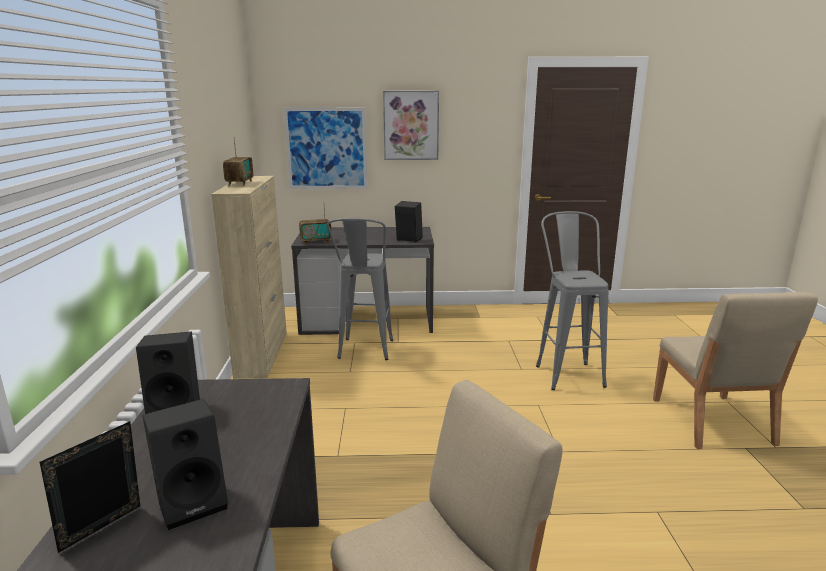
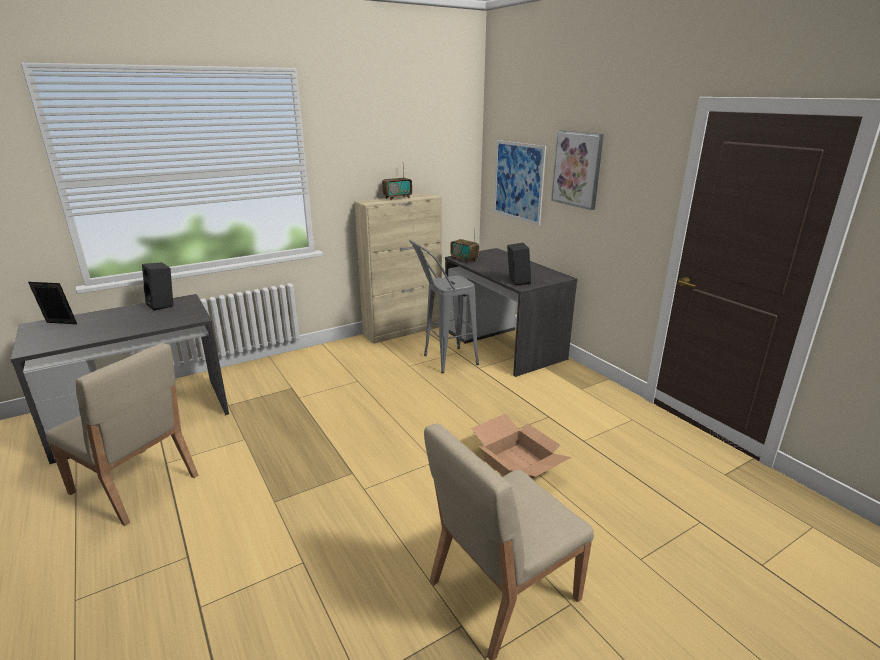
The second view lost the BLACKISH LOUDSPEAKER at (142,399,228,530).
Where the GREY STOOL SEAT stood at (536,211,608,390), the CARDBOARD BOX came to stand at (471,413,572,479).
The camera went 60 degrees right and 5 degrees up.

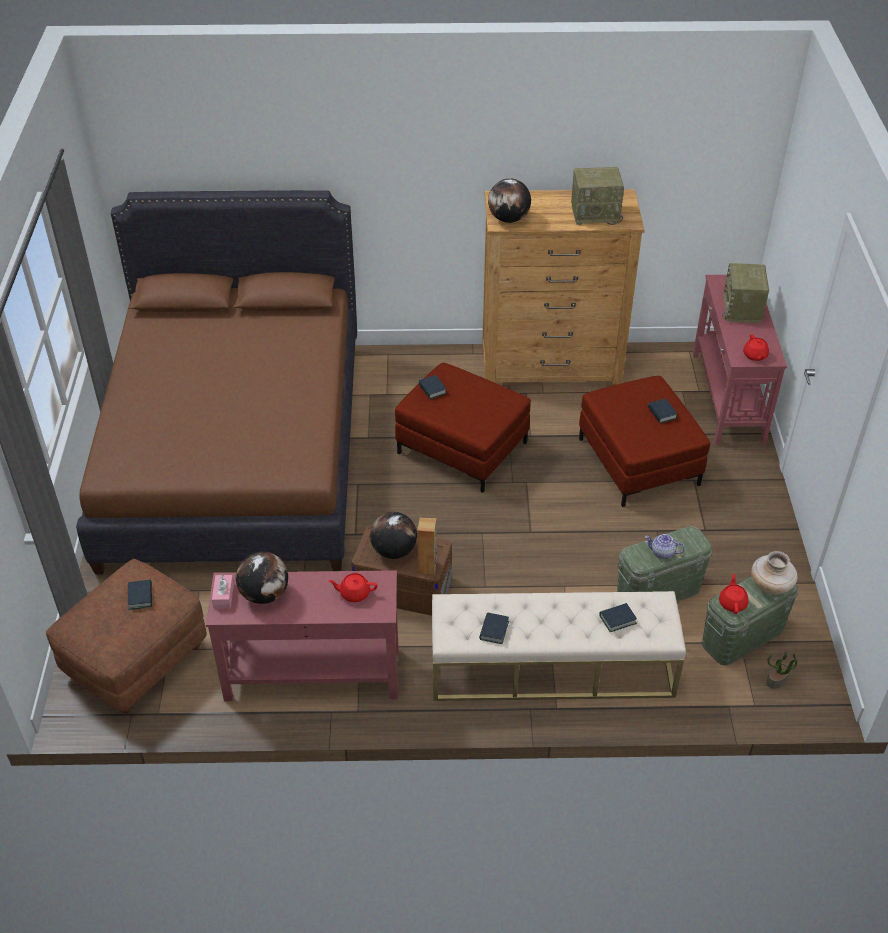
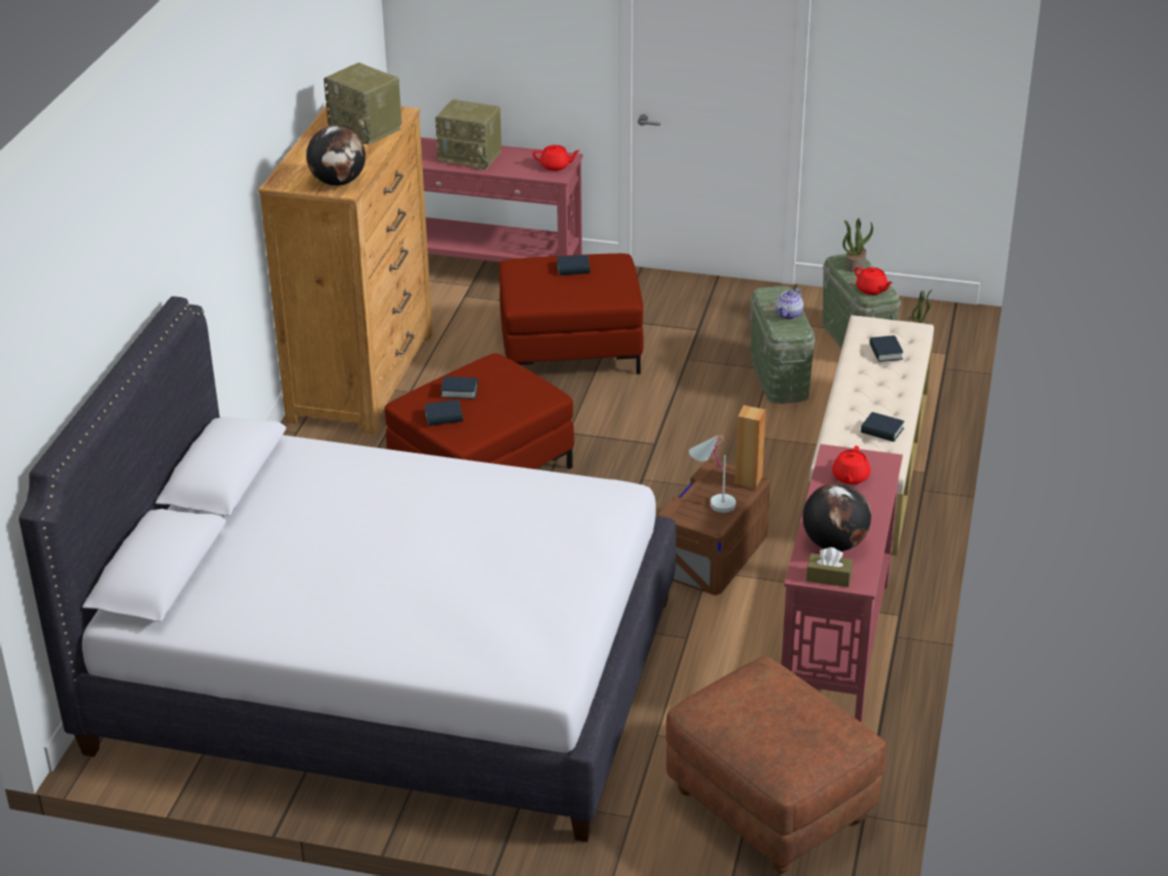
The BOUND BOOK ended up elsewhere, having gone from (128,580,152,610) to (441,377,478,399).
Where the DESK GLOBE stood at (370,512,417,559), the WHITE-COLOURED LAMP FOR A TABLE came to stand at (689,436,736,513).
Where the BEIGE VASE stood at (751,551,798,595), the HOUSEPLANT came to stand at (843,218,873,272).
What was the BROWN SLEEPING BED at (76,190,357,575) turned into the WHITE-COLOURED SLEEPING BED at (19,296,676,842).
What was the PINKISH TISSUE HOLDER at (212,575,234,609) turned into the BROWN TISSUE HOLDER at (806,547,853,587).
The RADIO at (571,167,624,225) ended up facing another way, 120 degrees clockwise from before.
The REDDISH TEA POT at (719,573,749,614) ended up facing another way, 150 degrees counterclockwise from before.
The camera went 75 degrees left and 10 degrees down.

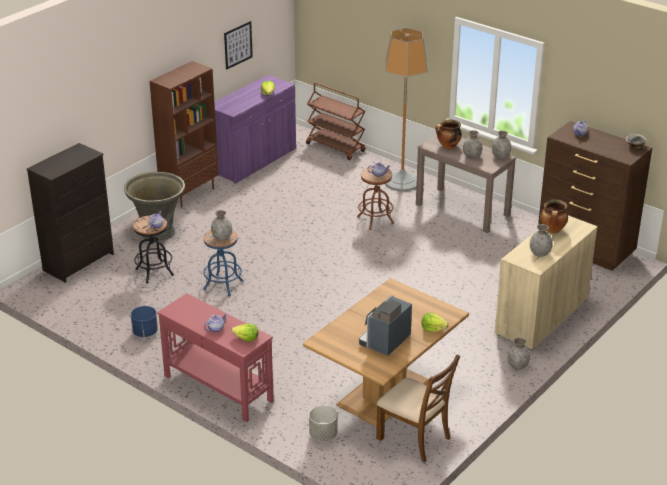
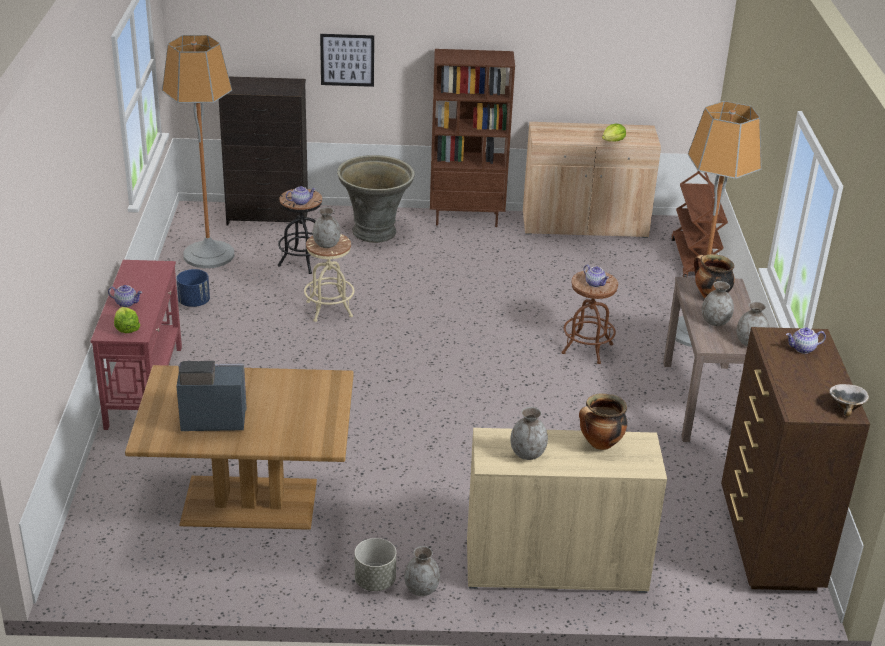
The second view lost the BROWN PLAIN CHAIR at (376,354,460,462).
The second view lost the HEAD OF LETTUCE at (421,313,449,332).
The second view gained the FLOOR LAMP at (162,35,235,268).
The WALL PICTURE ended up elsewhere, having gone from (224,21,253,70) to (320,34,374,87).
The GREY PLANT POT ended up elsewhere, having gone from (309,405,337,441) to (355,538,396,591).
What was the BLUE-COLOURED STOOL SEAT at (203,230,243,296) turned into the BEIGE STOOL SEAT at (304,234,354,322).
What was the PURPLE CABINET at (214,75,296,184) turned into the BEIGE CABINET at (523,122,661,238).
The camera went 50 degrees right and 0 degrees up.

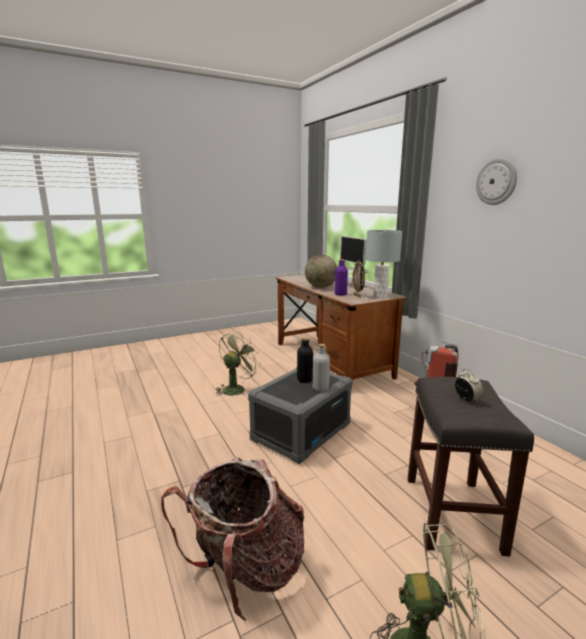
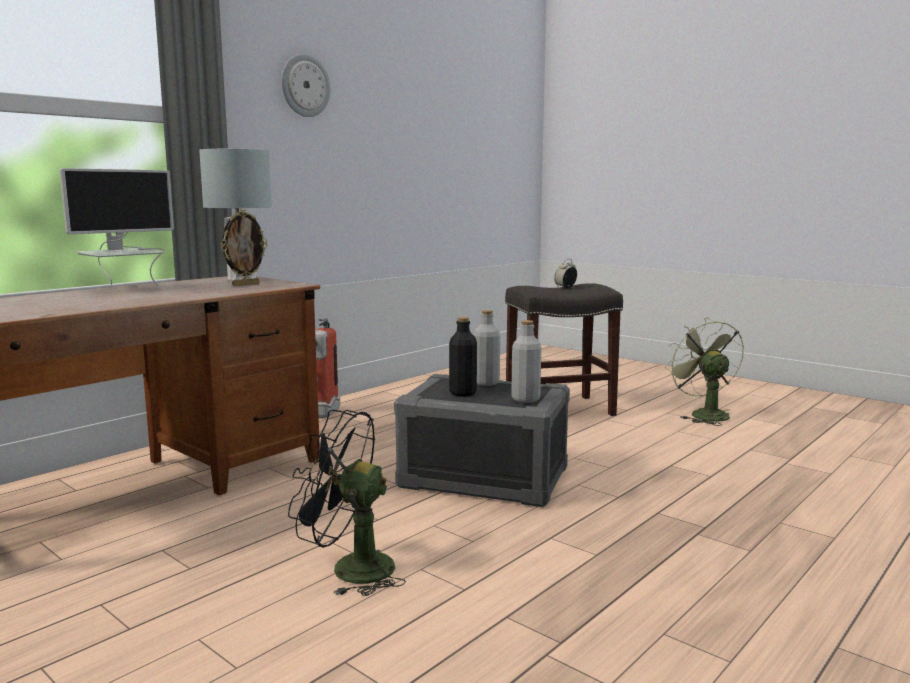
The second view lost the RUCKSACK at (161,457,304,622).
The second view lost the DESK GLOBE at (305,255,337,288).
The second view lost the PURPLE BEVERAGE BOTTLE at (335,259,348,296).
The second view gained the GREY BEVERAGE BOTTLE at (511,320,541,403).
What was the GREEN-COLOURED FAN at (216,331,260,396) turned into the BLACKISH FAN at (288,410,406,596).
The camera went 110 degrees left and 5 degrees down.

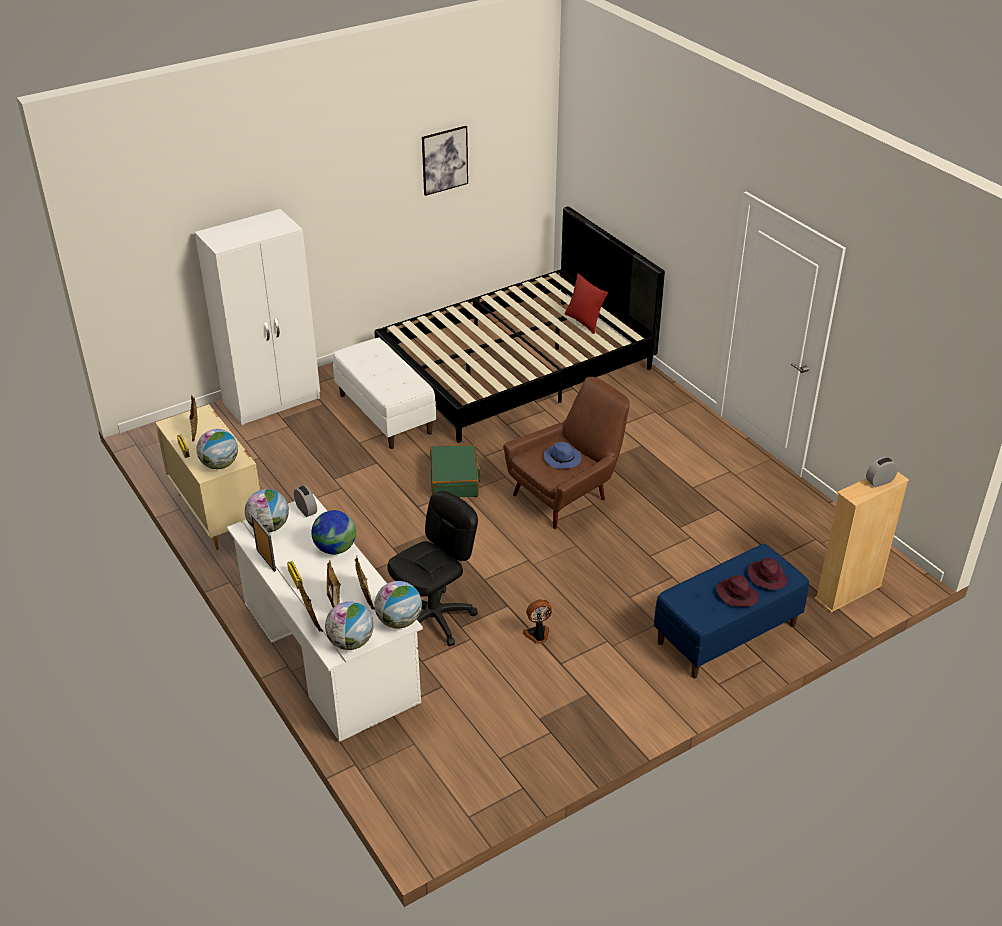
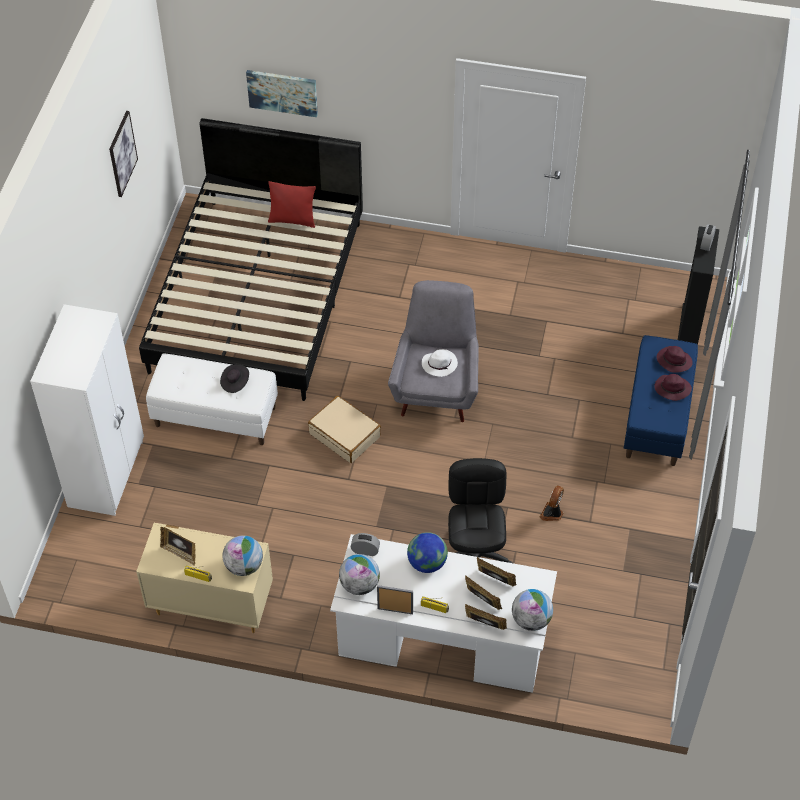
The second view lost the DESK GLOBE at (374,581,422,628).
The second view gained the BLACKISH WEARABLE HAT at (220,364,249,393).
The second view gained the WALL PICTURE at (246,70,318,117).
What was the GREEN-COLOURED SUITCASE at (430,445,481,497) turned into the BEIGE SUITCASE at (308,396,381,463).
What was the BROWN ARMCHAIR at (503,377,630,529) turned into the GREY ARMCHAIR at (388,280,479,422).
What was the BLUE-COLOURED WEARABLE HAT at (544,442,582,469) turned into the WHITE-COLOURED WEARABLE HAT at (422,349,458,377).
What was the BEIGE BOOKCASE at (814,472,909,612) turned into the BLACKISH BOOKCASE at (678,226,719,345).
The camera went 45 degrees left and 15 degrees up.

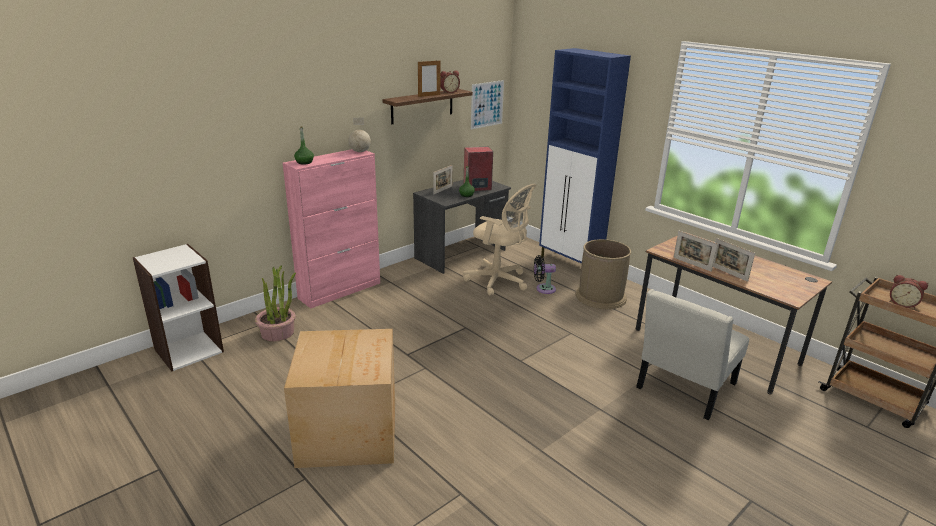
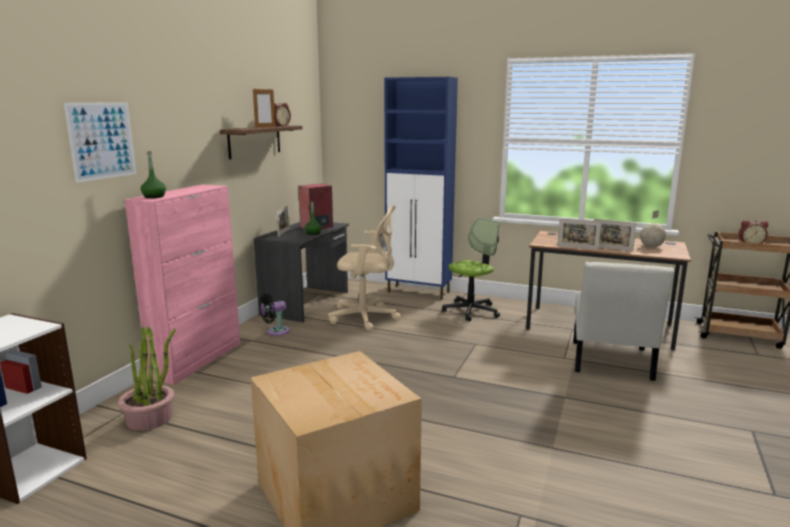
The DESK GLOBE ended up elsewhere, having gone from (348,118,371,152) to (640,210,666,247).
The WALL PICTURE ended up elsewhere, having gone from (471,80,504,129) to (64,103,136,183).
The BLACKISH FAN ended up elsewhere, having gone from (534,255,556,294) to (260,294,290,336).
Where the BROWN RUBBISH BIN stood at (575,239,631,309), the COMPUTER CHAIR came to stand at (442,218,500,321).
The camera went 25 degrees left and 10 degrees down.

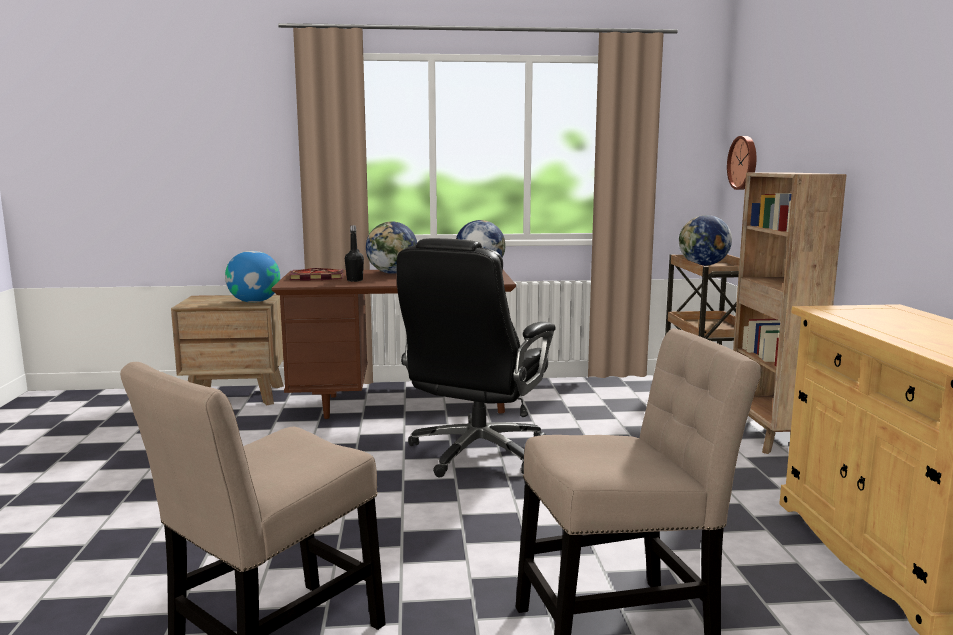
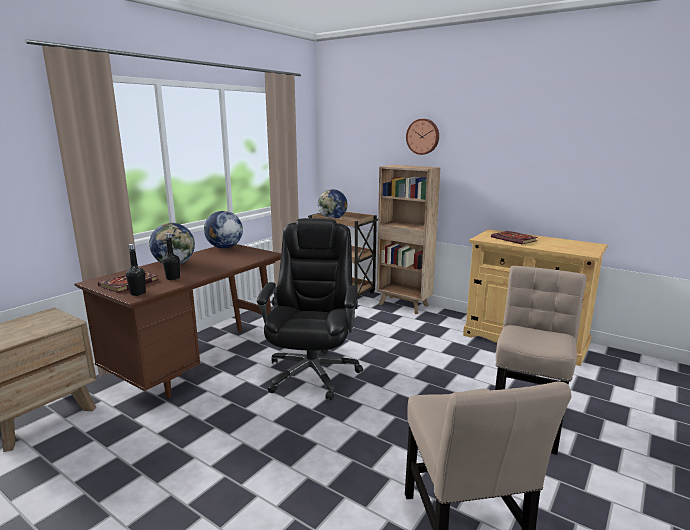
The second view lost the DESK GLOBE at (225,251,280,303).
The second view gained the BLACKISH BEVERAGE BOTTLE at (126,244,146,296).
The second view gained the BOUND BOOK at (491,231,538,244).
The HANGING CLOCK ended up elsewhere, having gone from (727,136,756,190) to (406,119,439,155).
The BLACKISH COMPUTER CHAIR at (397,238,556,477) ended up facing another way, 150 degrees counterclockwise from before.
The camera went 50 degrees left and 5 degrees up.

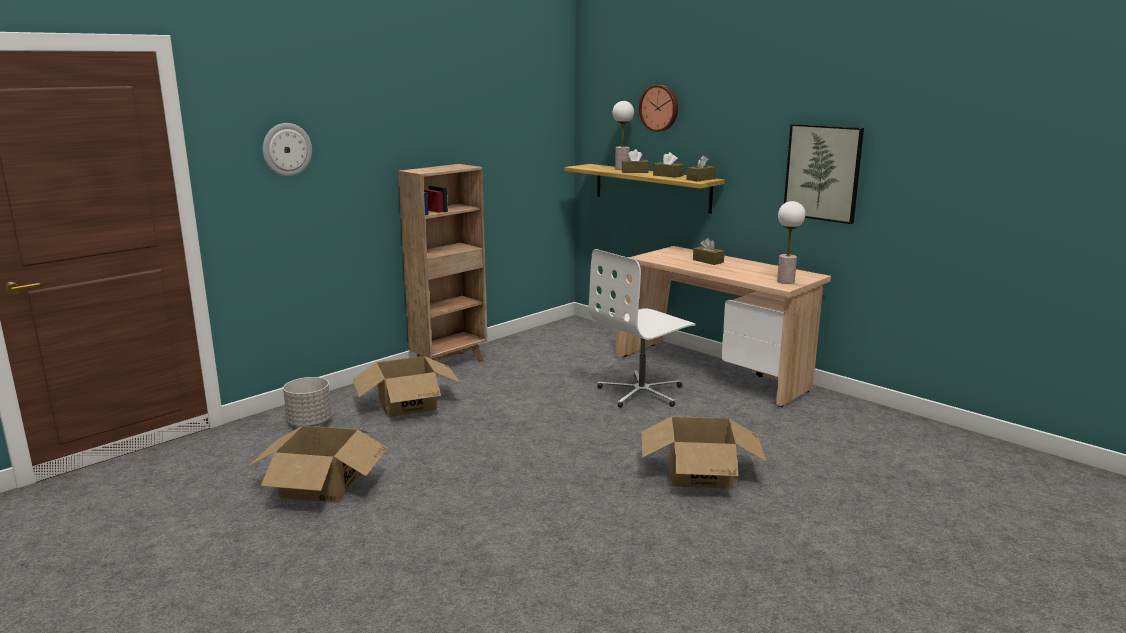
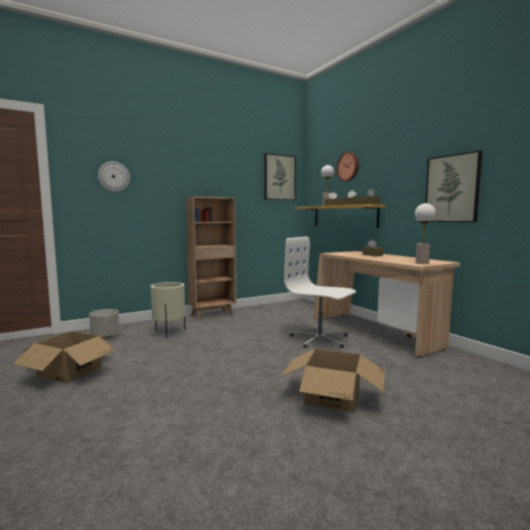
The second view gained the WALL PICTURE at (264,153,296,200).
Where the CARDBOARD BOX stood at (352,356,460,417), the BEIGE PLANT POT came to stand at (151,282,185,338).
The WHITE-COLOURED COMPUTER CHAIR at (589,249,695,408) ended up facing another way, 60 degrees clockwise from before.
The camera went 15 degrees right and 10 degrees down.

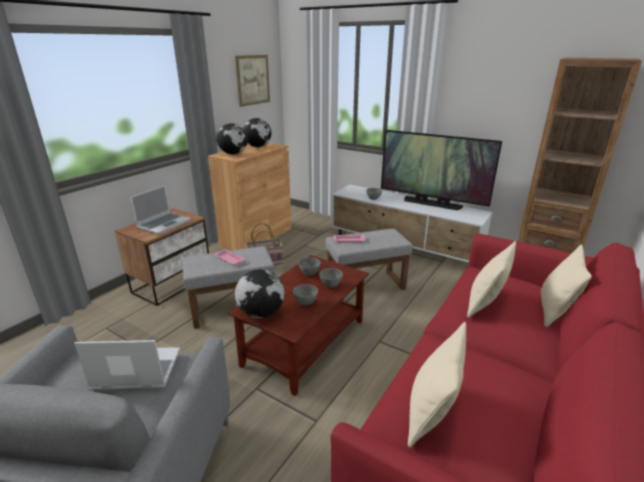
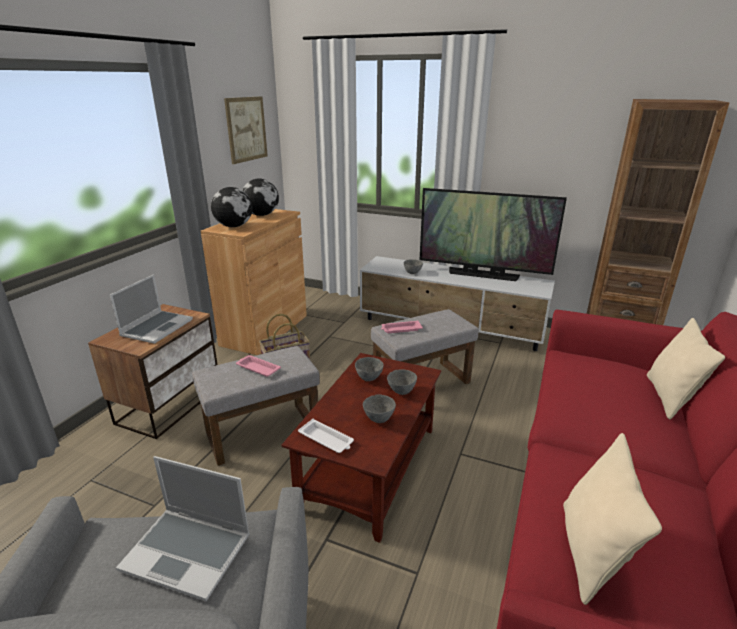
The second view lost the BEIGE CUSHION at (467,241,516,318).
Where the DESK GLOBE stood at (235,269,284,318), the WHITE-COLOURED TRAY came to stand at (298,419,354,453).
The LAPTOP at (74,340,180,390) ended up facing another way, 150 degrees counterclockwise from before.
The camera went 10 degrees left and 0 degrees up.

